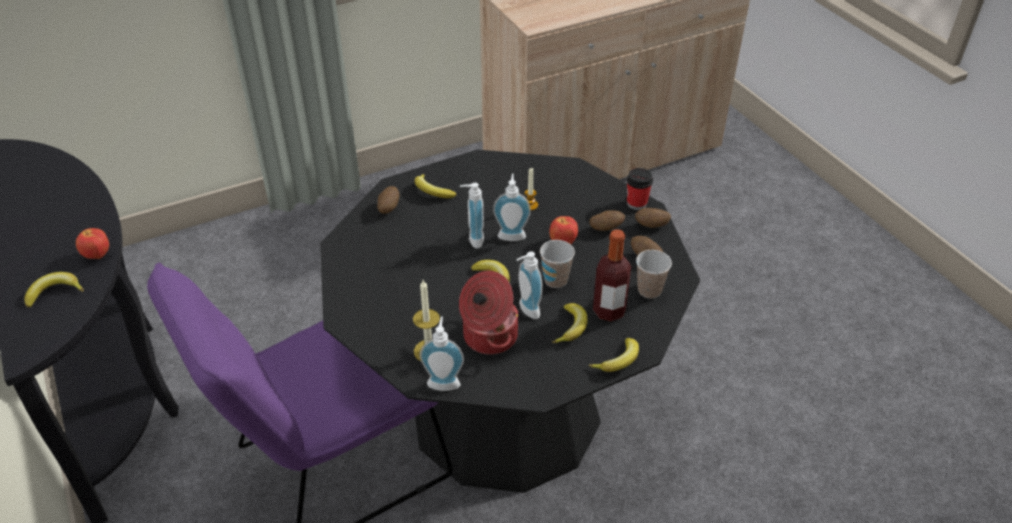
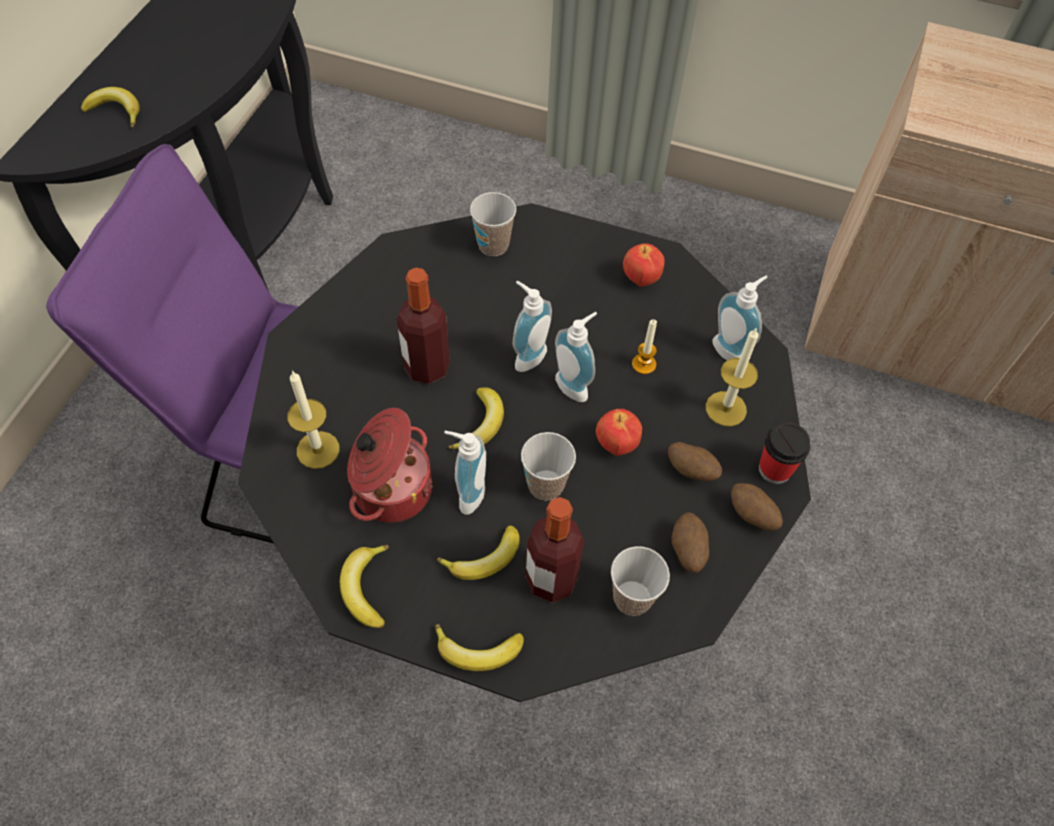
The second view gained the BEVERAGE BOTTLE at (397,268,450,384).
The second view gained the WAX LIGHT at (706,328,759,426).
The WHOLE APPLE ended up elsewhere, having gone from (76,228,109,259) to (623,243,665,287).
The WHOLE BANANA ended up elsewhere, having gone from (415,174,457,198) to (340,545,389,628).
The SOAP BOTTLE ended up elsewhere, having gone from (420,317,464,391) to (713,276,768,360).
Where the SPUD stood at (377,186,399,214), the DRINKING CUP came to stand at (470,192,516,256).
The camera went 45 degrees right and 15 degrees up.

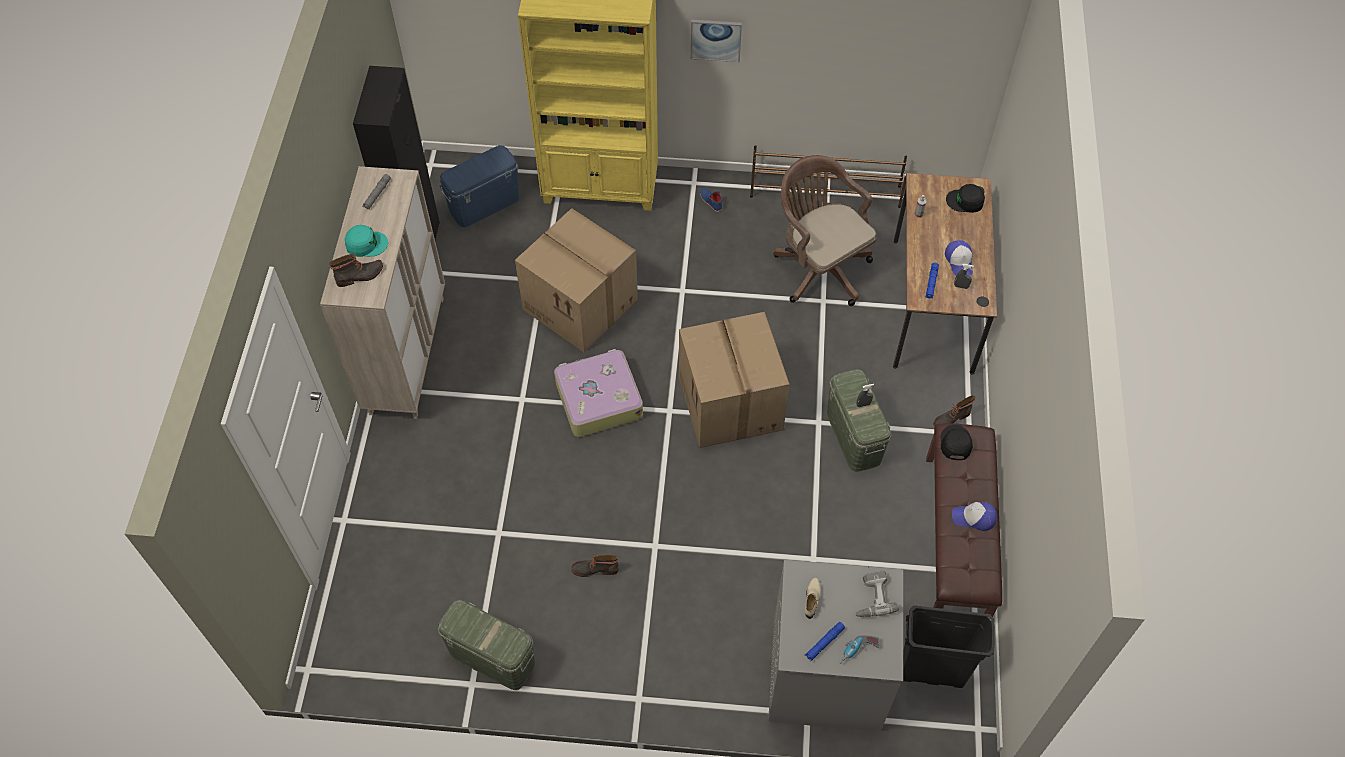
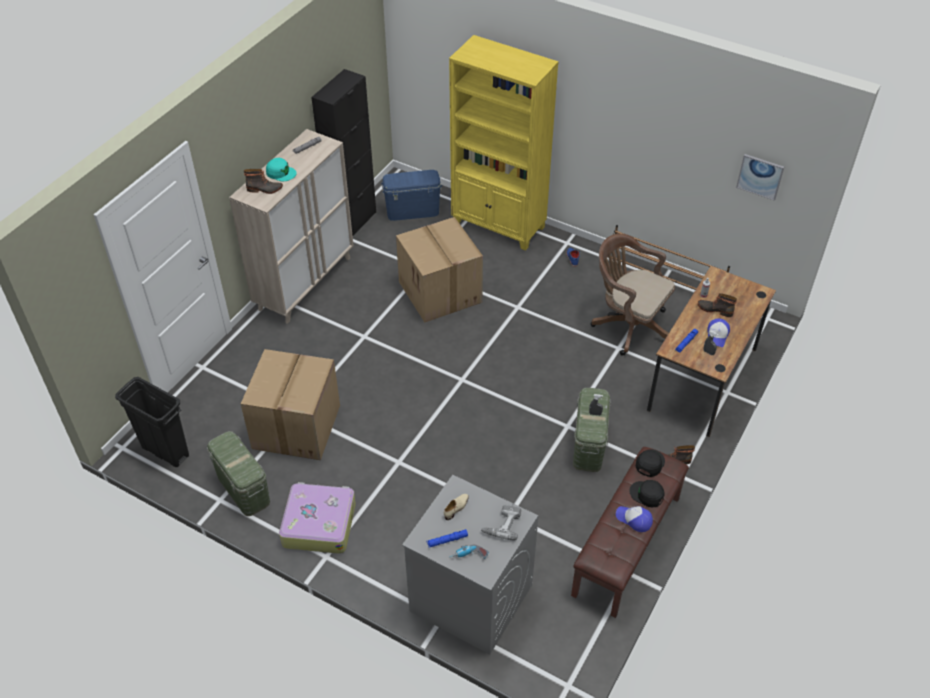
The SUITCASE ended up elsewhere, having gone from (554,349,643,437) to (279,482,356,554).
The BOOT ended up elsewhere, having gone from (571,555,619,577) to (697,293,737,317).
The CARDBOARD BOX ended up elsewhere, having gone from (679,312,790,448) to (241,349,340,460).
The WALL PICTURE ended up elsewhere, having gone from (691,20,742,62) to (736,154,784,201).
The BLACKISH RUBBISH BIN ended up elsewhere, having gone from (903,605,995,688) to (115,377,189,467).
The BLACKISH PEAKED CAP ended up elsewhere, having gone from (946,184,985,213) to (629,480,665,507).
The BROWN COMPUTER CHAIR at (773,155,877,306) ended up facing another way, 45 degrees counterclockwise from before.
The camera went 25 degrees right and 10 degrees down.

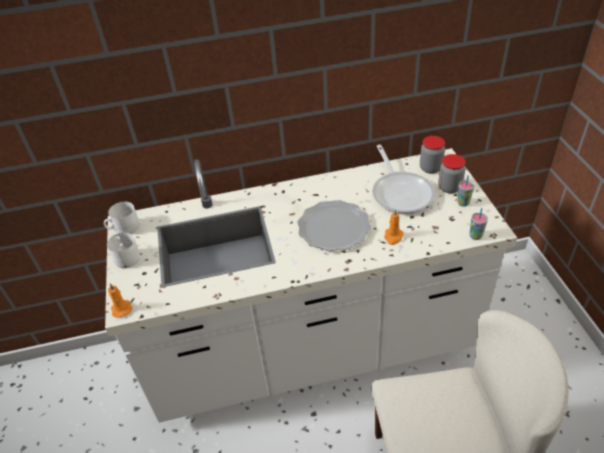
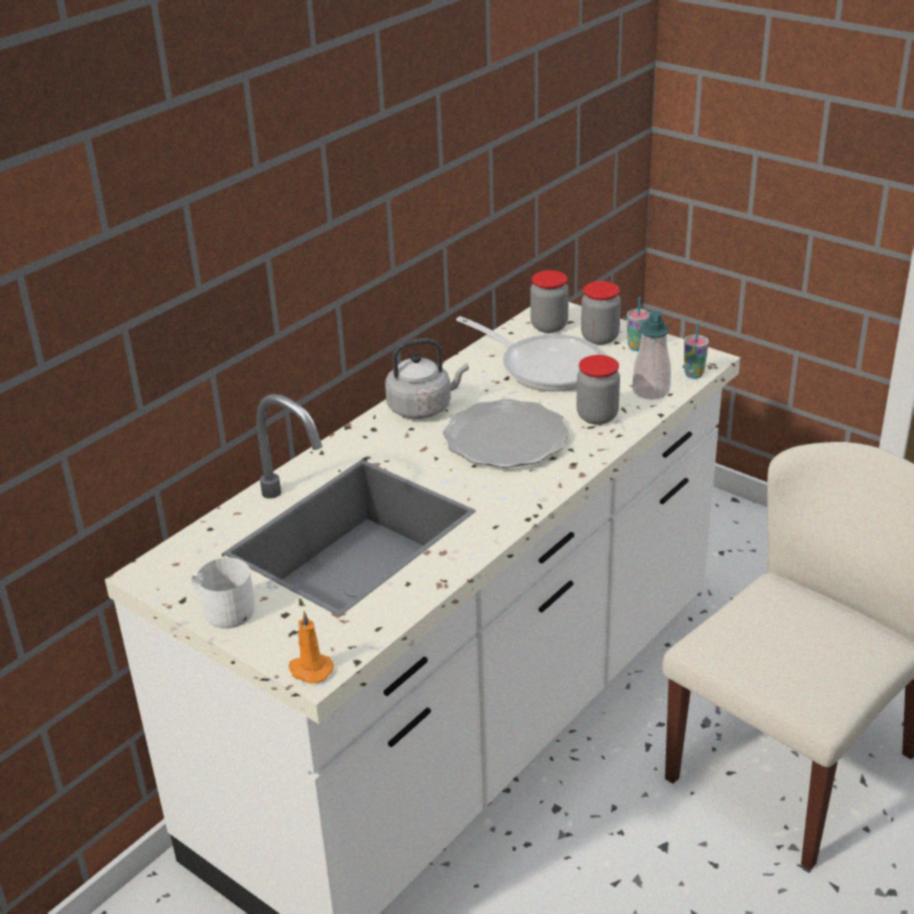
The second view lost the WHITE-COLOURED COFFEE MUG at (104,202,139,234).
The second view gained the GREY TEA KETTLE at (385,338,469,419).
The second view gained the SOAP BOTTLE at (632,311,671,400).
Where the ORANGEY WAX LIGHT stood at (384,209,404,245), the JAR came to stand at (576,355,620,425).
The camera went 40 degrees left and 10 degrees down.

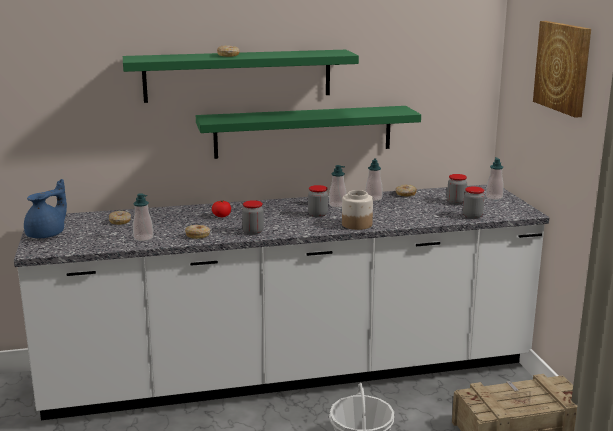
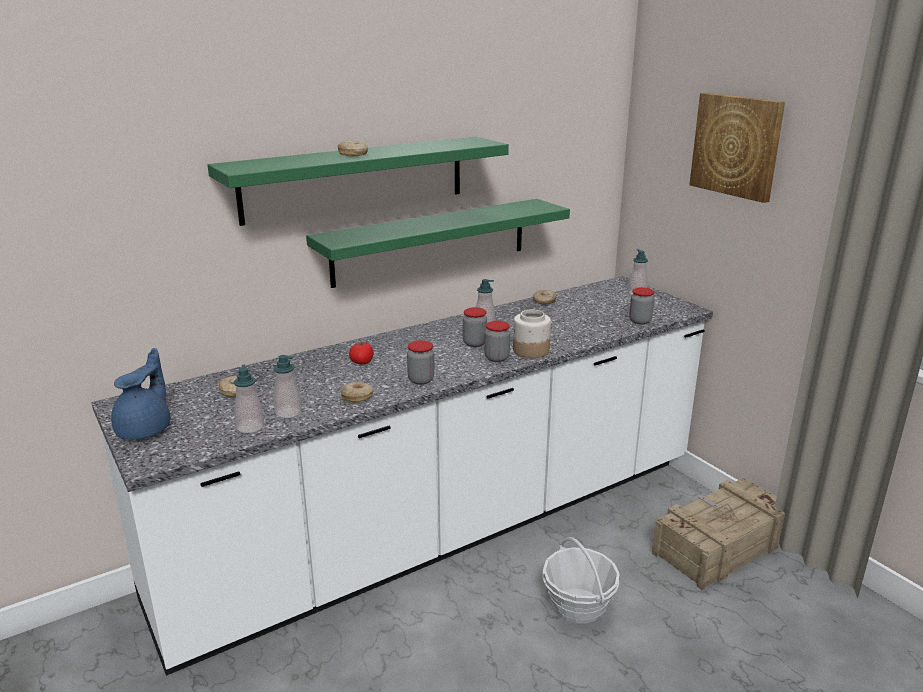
The SOAP BOTTLE ended up elsewhere, having gone from (365,159,383,201) to (234,365,264,433).
The JAR ended up elsewhere, having gone from (447,174,467,204) to (485,321,510,362).
The camera went 20 degrees left and 5 degrees up.

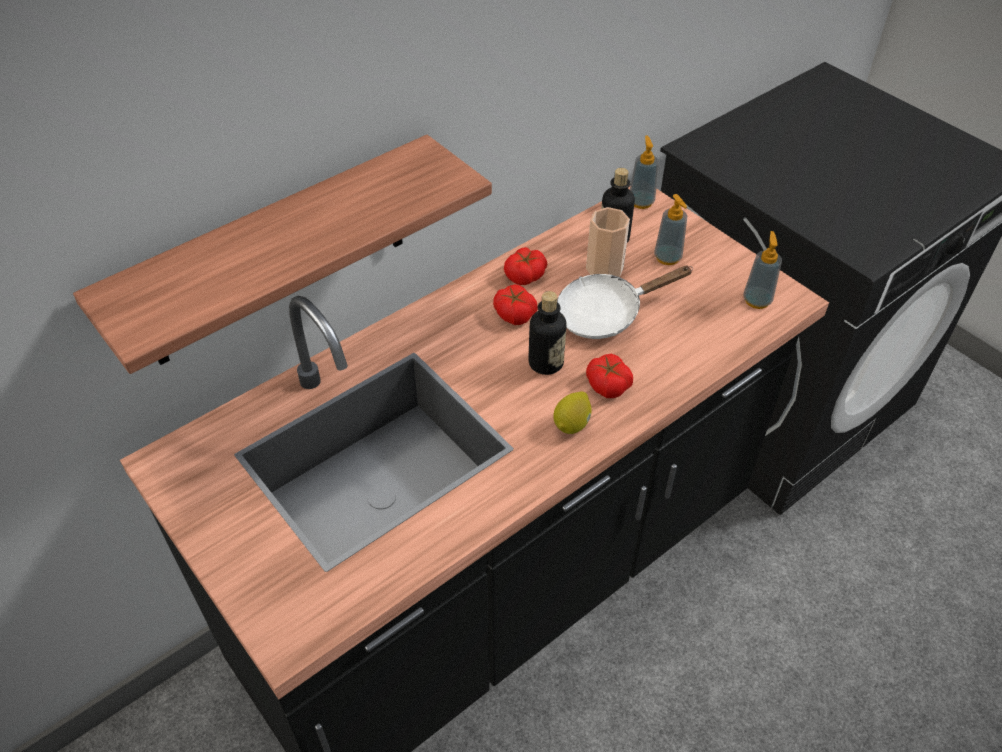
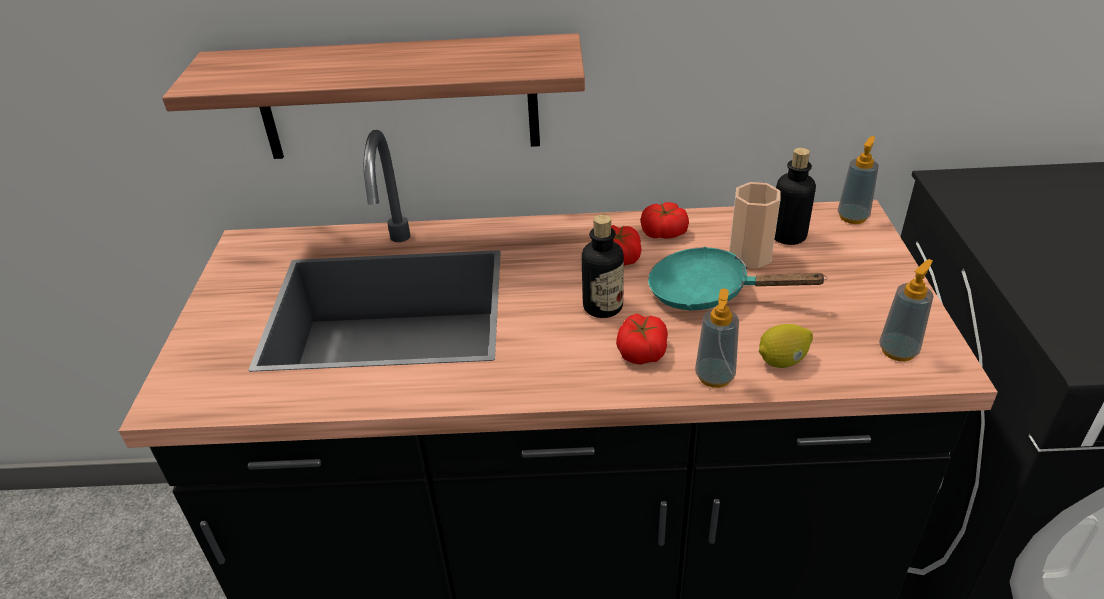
The LEMON ended up elsewhere, having gone from (554,391,592,434) to (759,324,813,368).
The SOAP BOTTLE ended up elsewhere, having gone from (654,194,687,265) to (695,289,739,388).
What was the WHITE-COLOURED PAN at (557,266,693,339) turned into the TURQUOISE-COLOURED PAN at (648,246,827,311).
The camera went 40 degrees right and 10 degrees down.

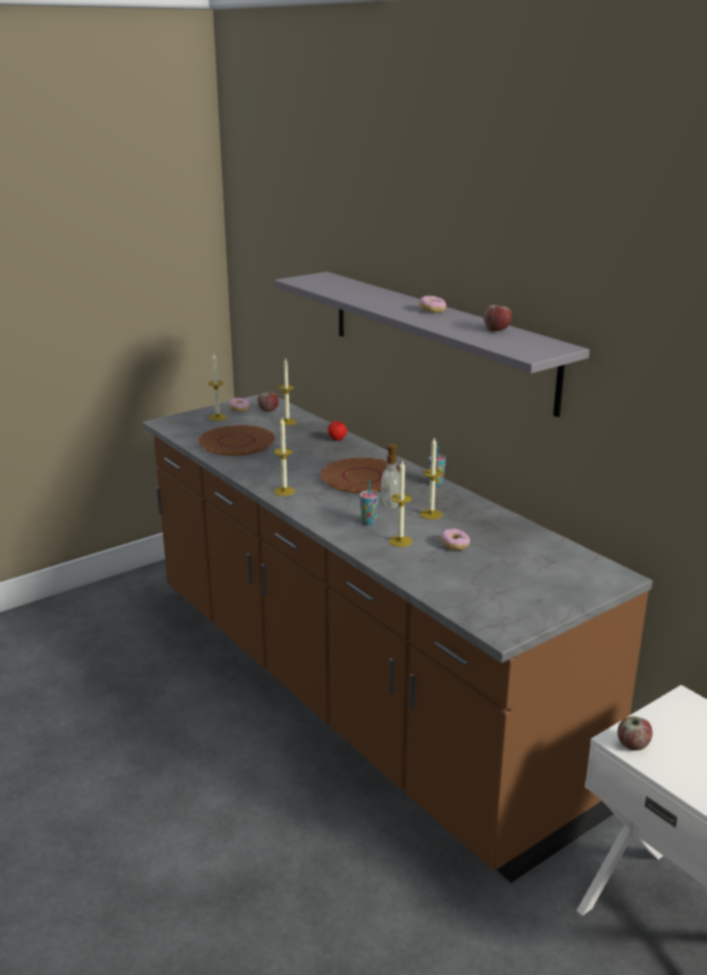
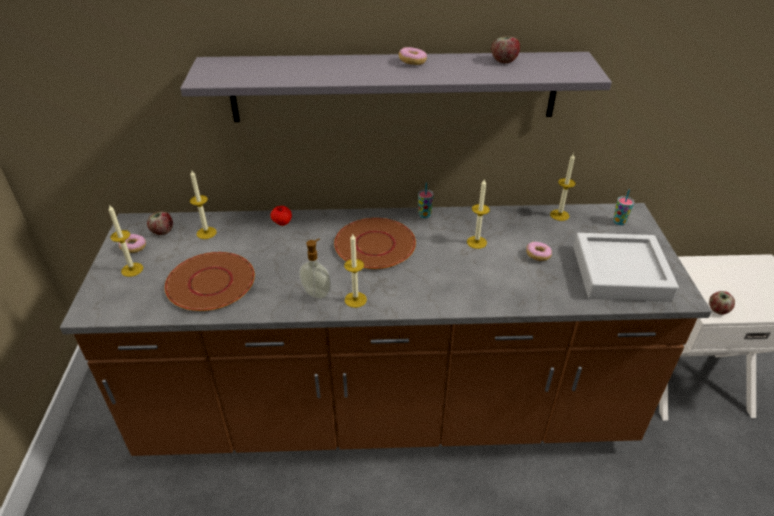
The second view gained the GREY TRAY at (573,233,679,302).
The DRINKING CUP ended up elsewhere, having gone from (360,480,378,525) to (613,189,634,225).
The SOAP BOTTLE ended up elsewhere, having gone from (381,444,404,509) to (299,238,331,299).
The WAX LIGHT ended up elsewhere, having gone from (389,460,412,547) to (550,153,576,221).
The camera went 55 degrees left and 15 degrees up.

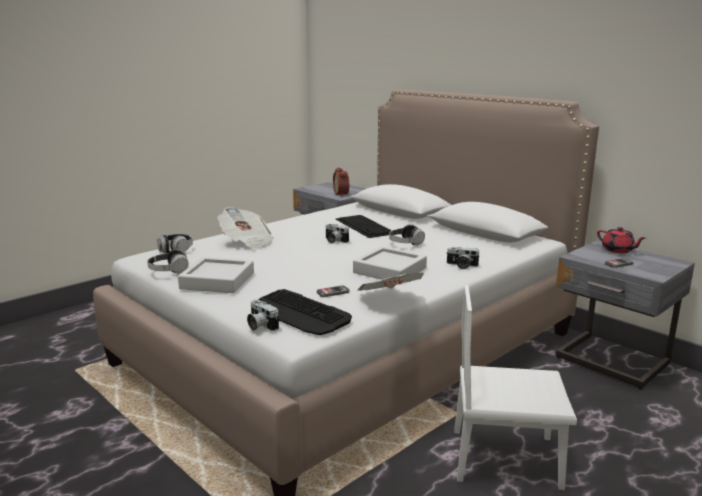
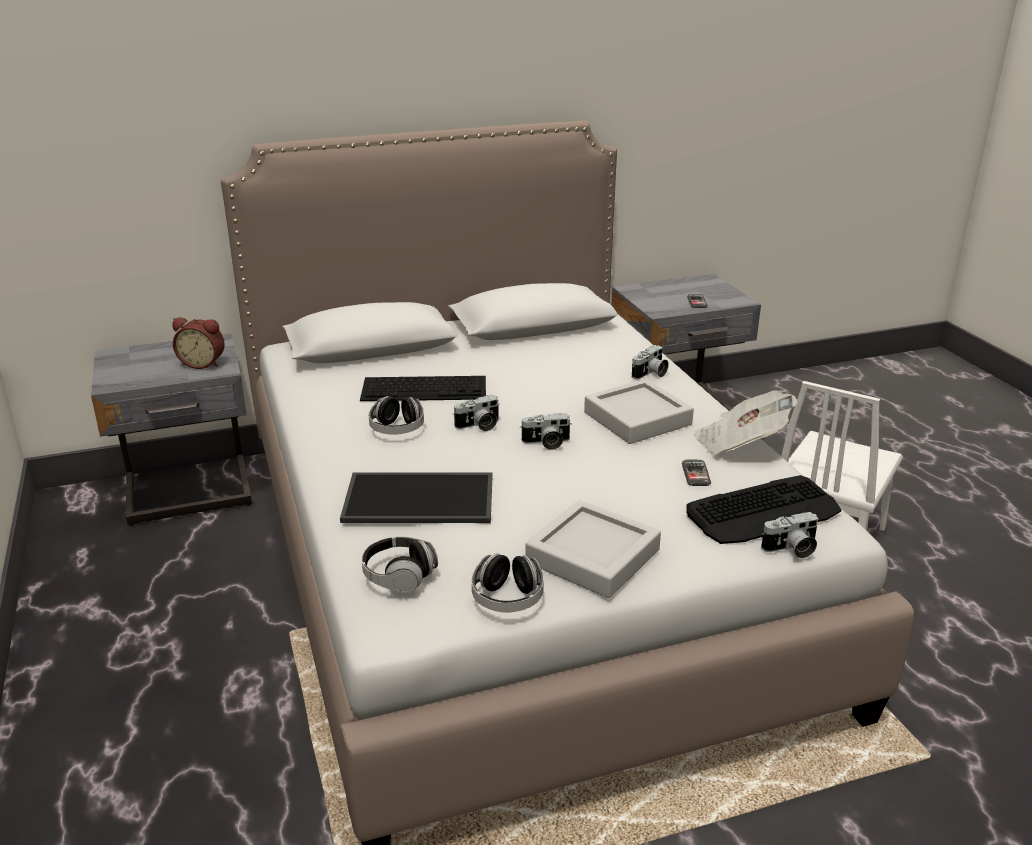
The second view lost the REDDISH TEA POT at (597,227,645,253).
The second view gained the STILL CAMERA at (520,413,572,450).
The PAIR OF HEADPHONES ended up elsewhere, having gone from (389,224,425,245) to (369,396,424,435).
Where the PRINTED PAPER stood at (217,207,274,250), the TRAY came to stand at (340,472,492,523).
The camera went 65 degrees left and 10 degrees up.

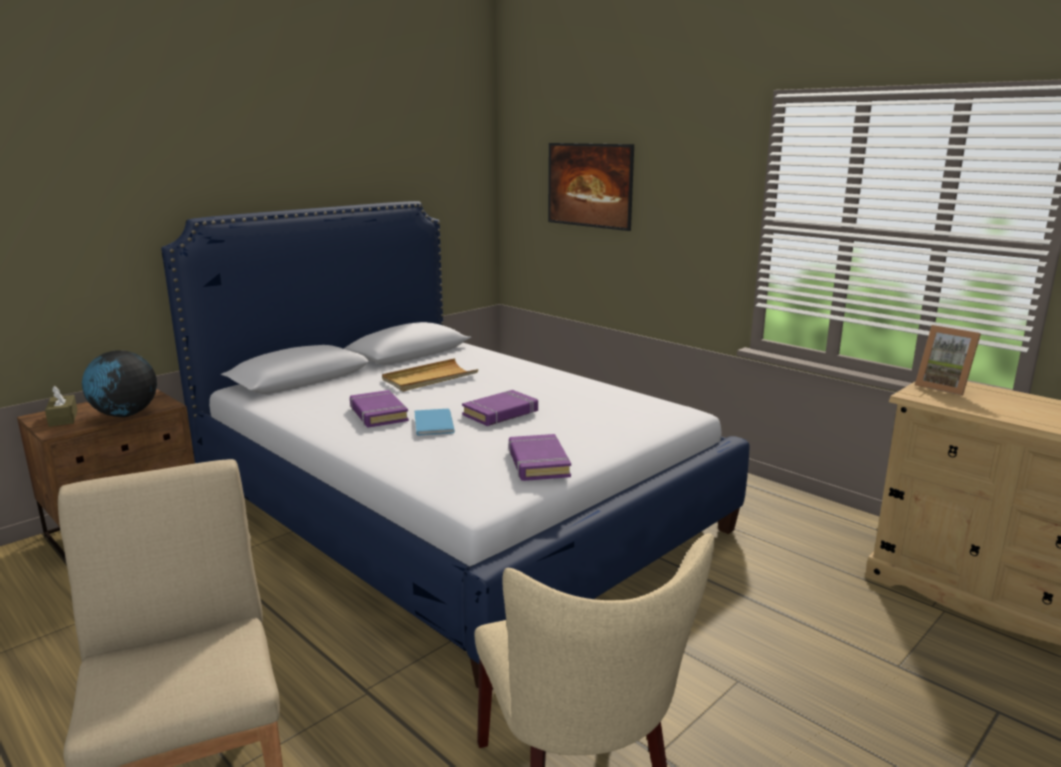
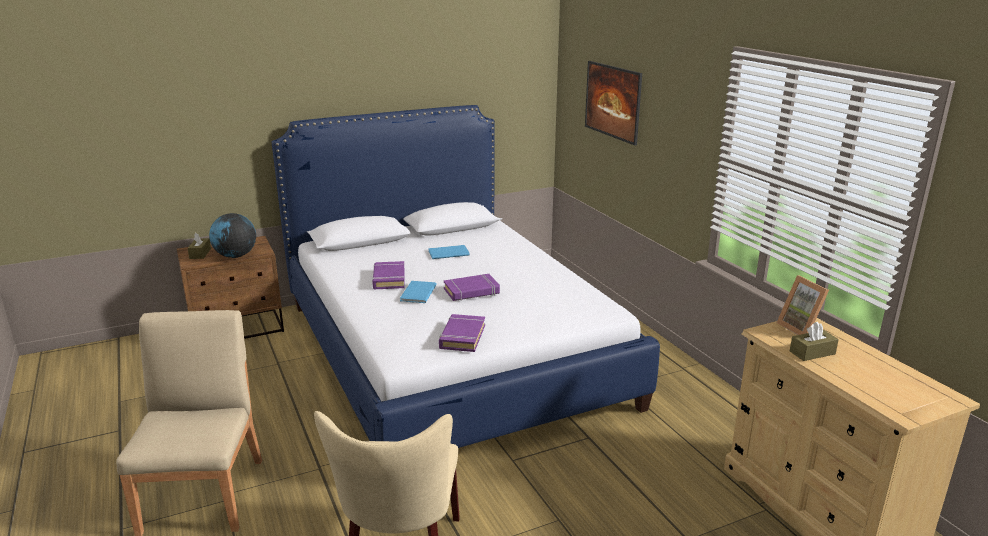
The second view gained the BROWN TISSUE HOLDER at (790,322,839,361).
Where the BEIGE TRAY stood at (382,358,478,391), the BLUE-COLOURED BOUND BOOK came to stand at (428,245,470,259).
The camera went 20 degrees right and 5 degrees up.

